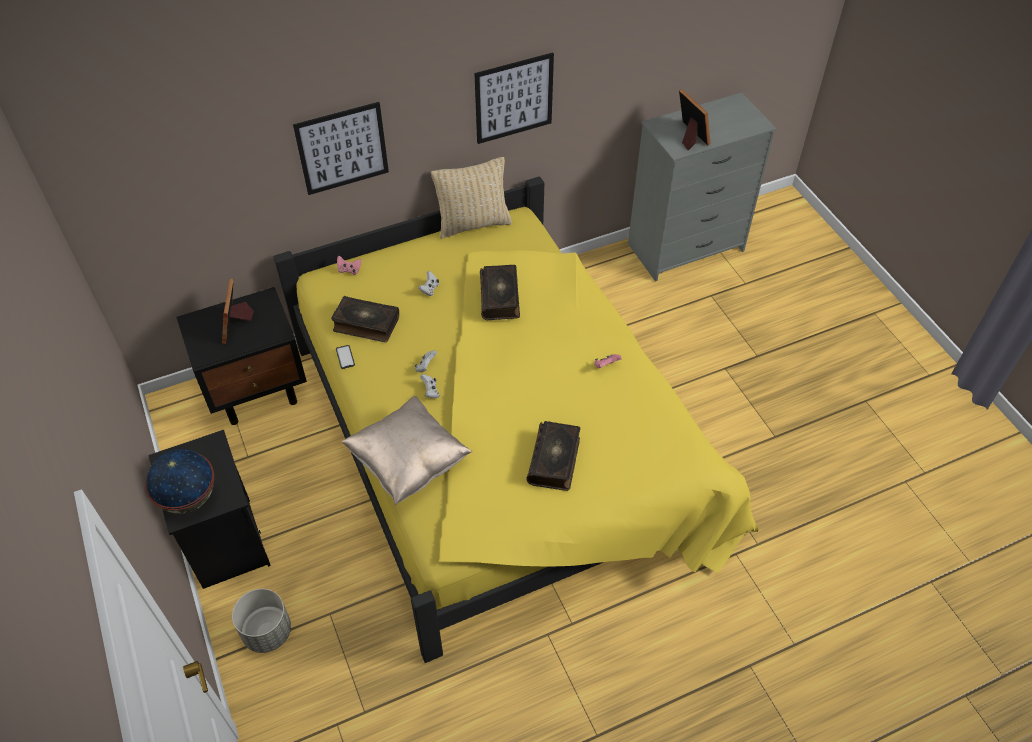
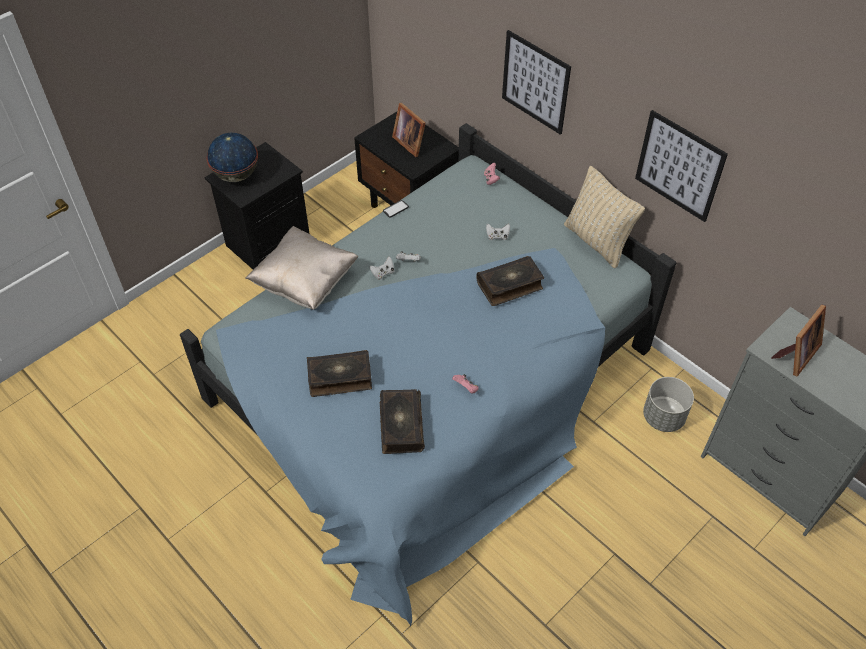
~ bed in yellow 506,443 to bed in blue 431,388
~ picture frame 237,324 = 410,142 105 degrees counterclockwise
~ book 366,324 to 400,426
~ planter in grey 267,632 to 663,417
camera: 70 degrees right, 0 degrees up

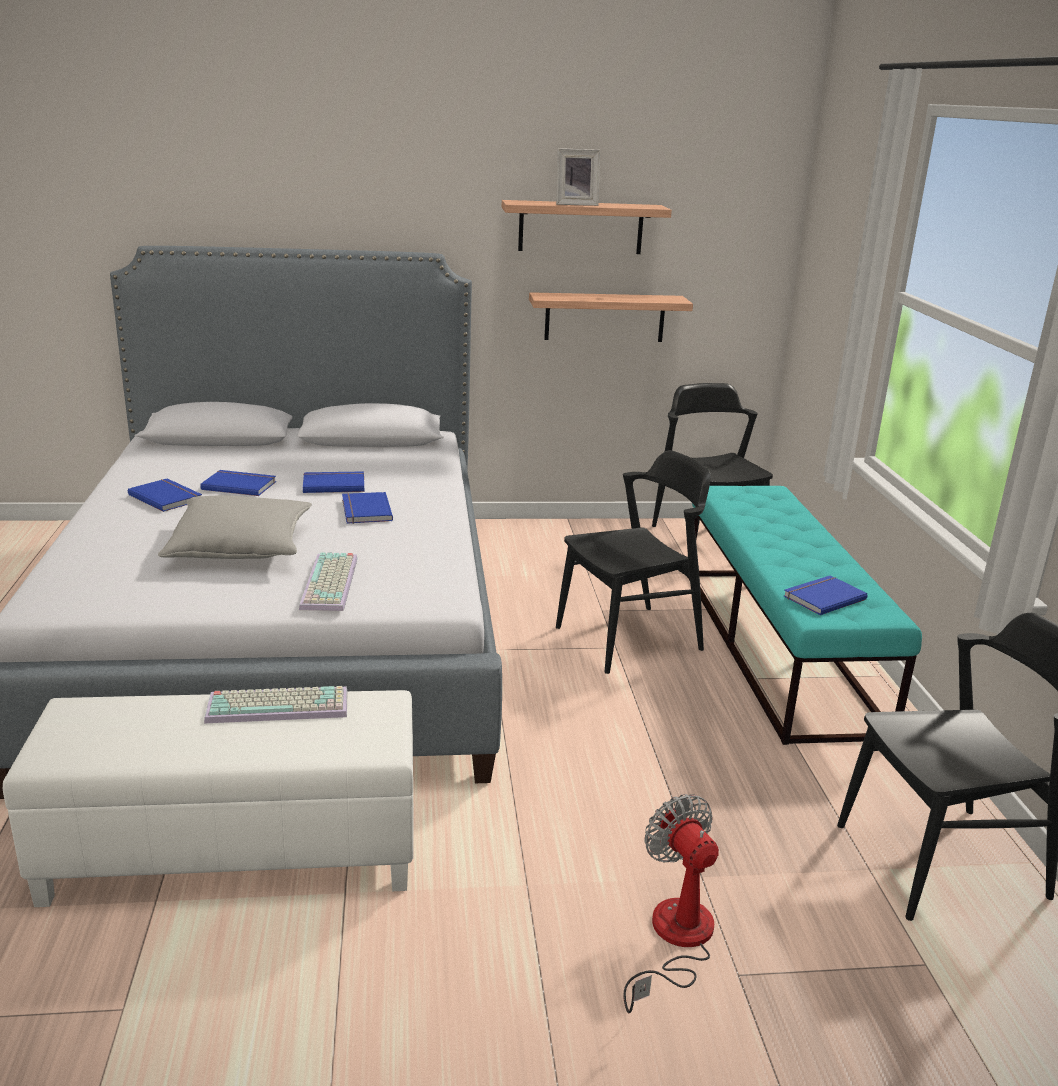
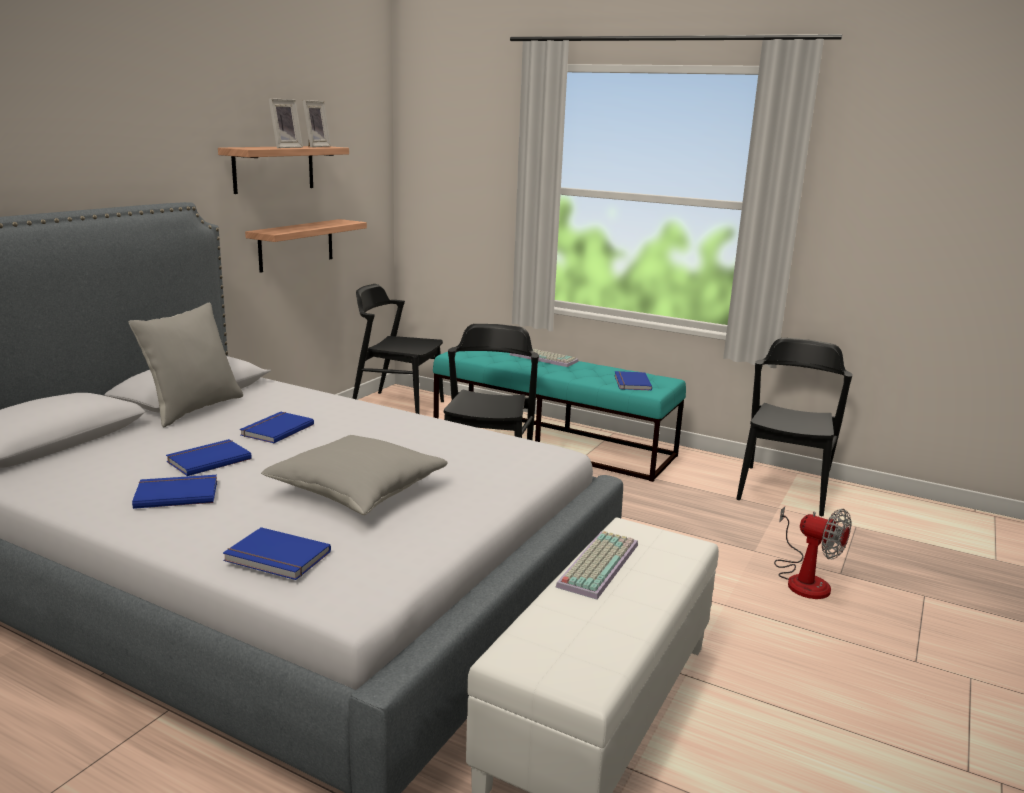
~ book in blue 364,510 to 276,558
~ keyboard 331,583 to 545,358
~ fan 674,940 = 803,579 150 degrees counterclockwise
+ picture frame 314,146
+ pillow in grey 193,409
camera: 55 degrees left, 5 degrees down

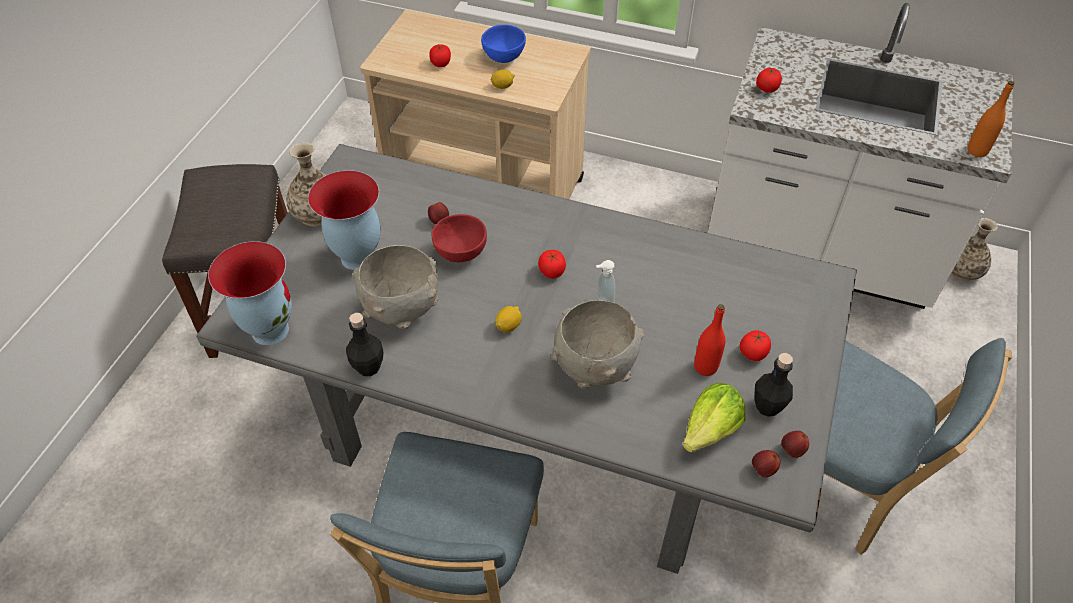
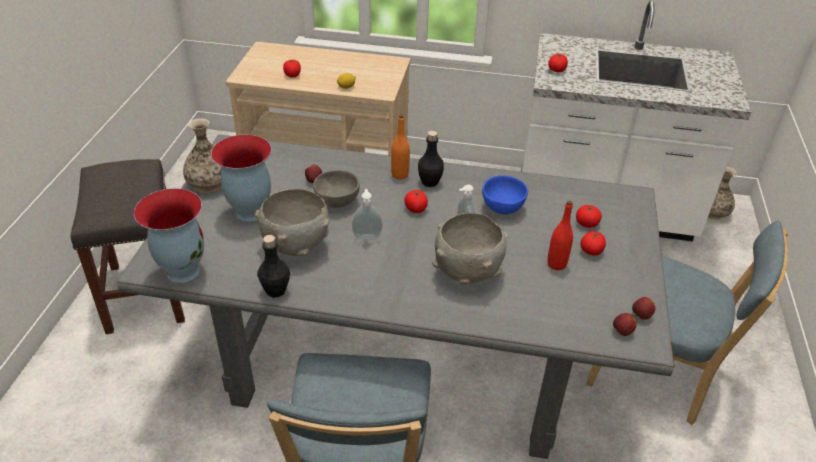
~ bowl in blue 503,57 to 502,208
~ bottle in orange 977,151 to 400,175
~ bowl in red 460,252 to bowl in grey 336,201
- lemon 508,326
~ bottle in black 767,406 to 430,182
- lettuce 710,430
+ soap dispenser 367,236
+ tomato 586,224
camera: 10 degrees left, 10 degrees down

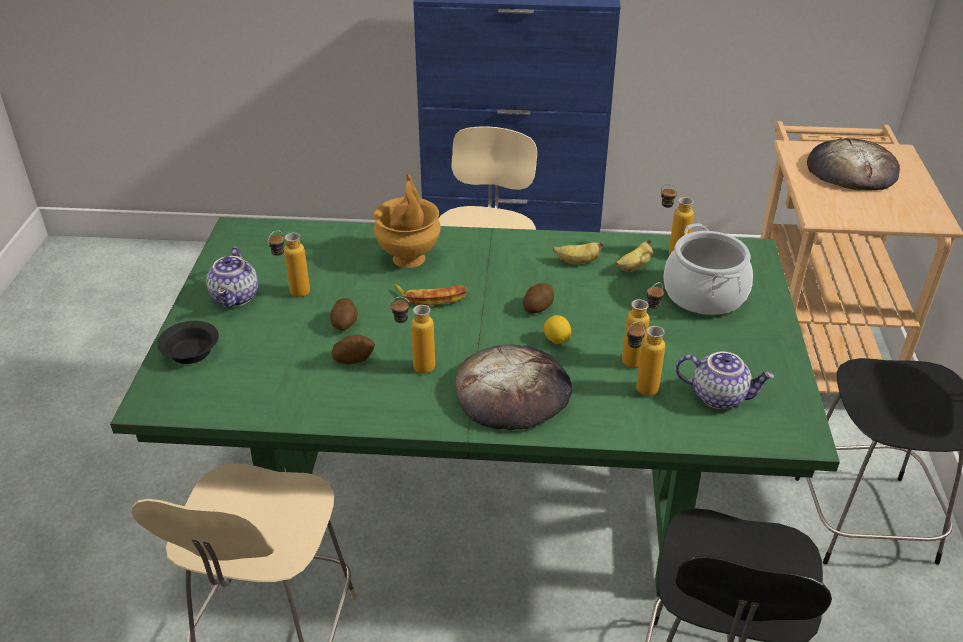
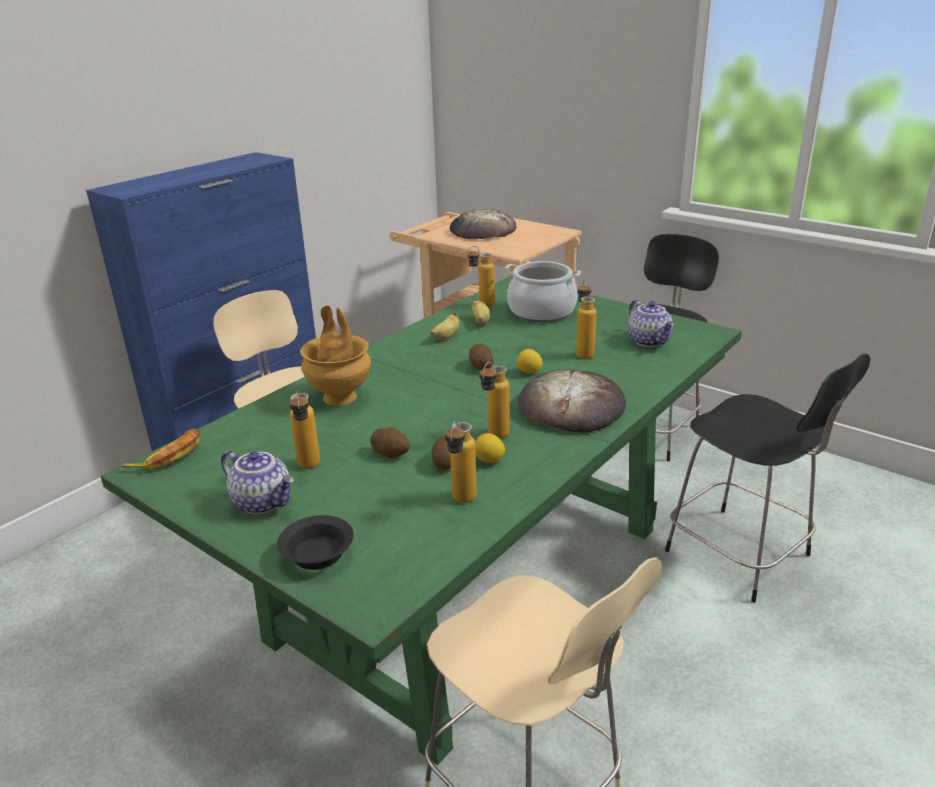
~ banana 432,297 to 169,455
~ bottle 638,391 to 461,503
~ teapot 719,396 = 650,341 105 degrees clockwise
+ lemon 489,461
camera: 55 degrees left, 10 degrees down

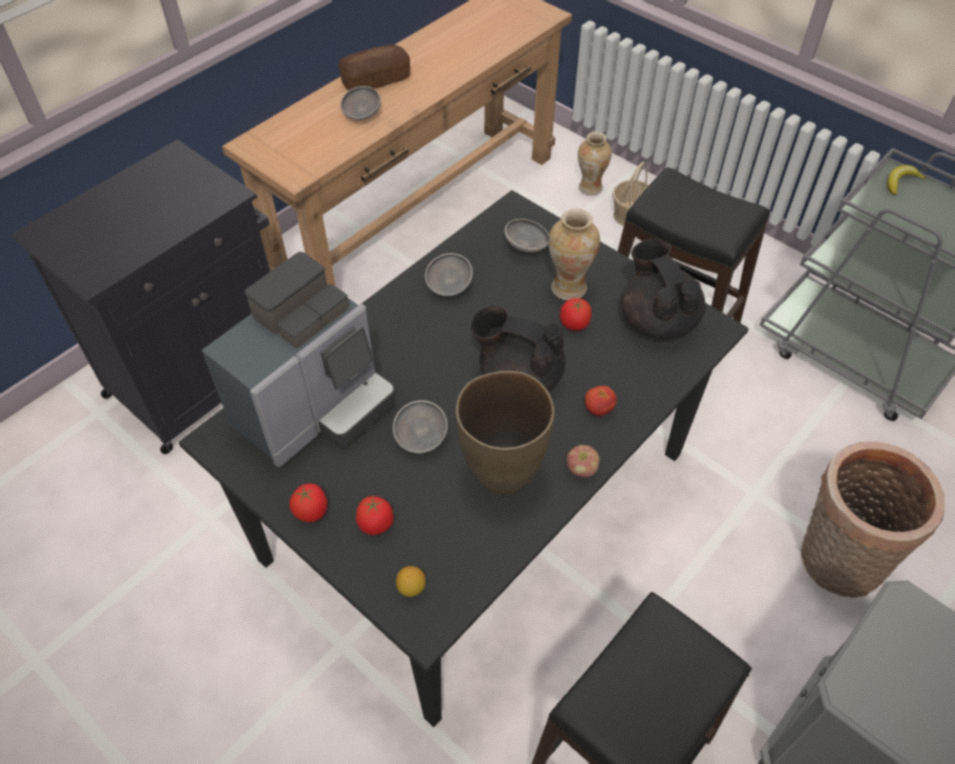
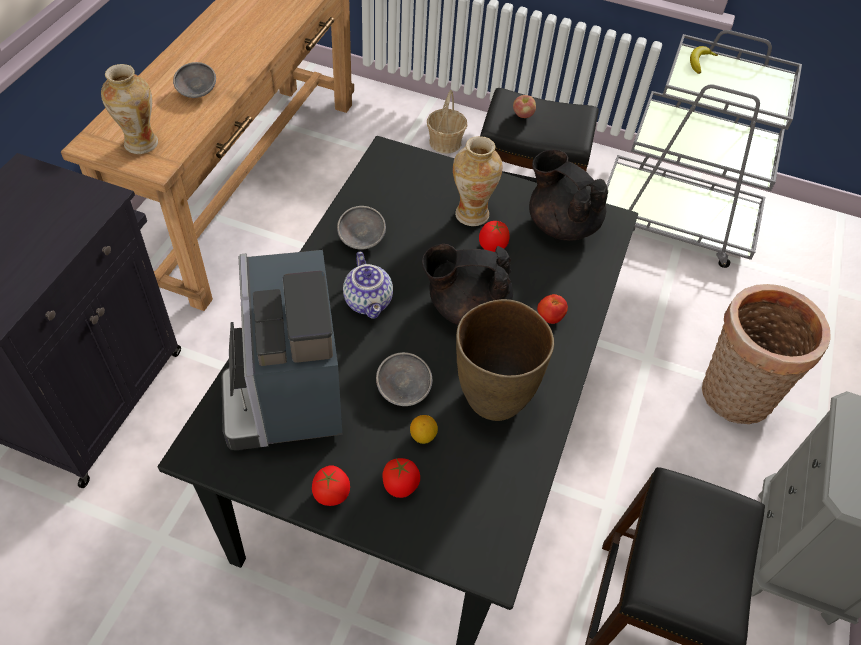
- bread 376,80
~ vase 590,188 to 140,144
- bowl in grey 527,246
~ coffee machine 316,408 = 287,391 150 degrees clockwise
~ apple 581,469 to 523,115
~ lemon 411,588 to 423,436
+ teapot 369,302
camera: 25 degrees left, 0 degrees up

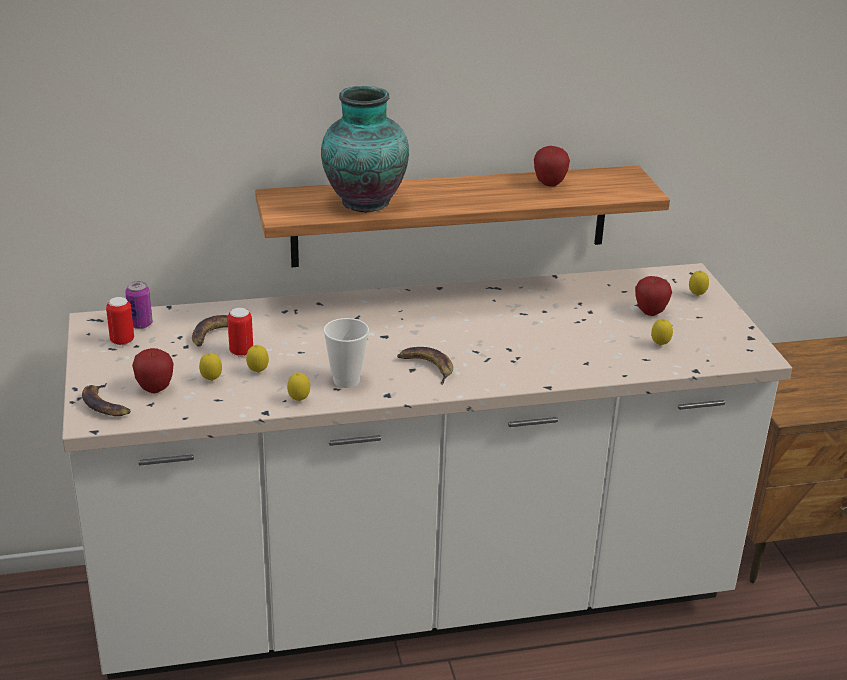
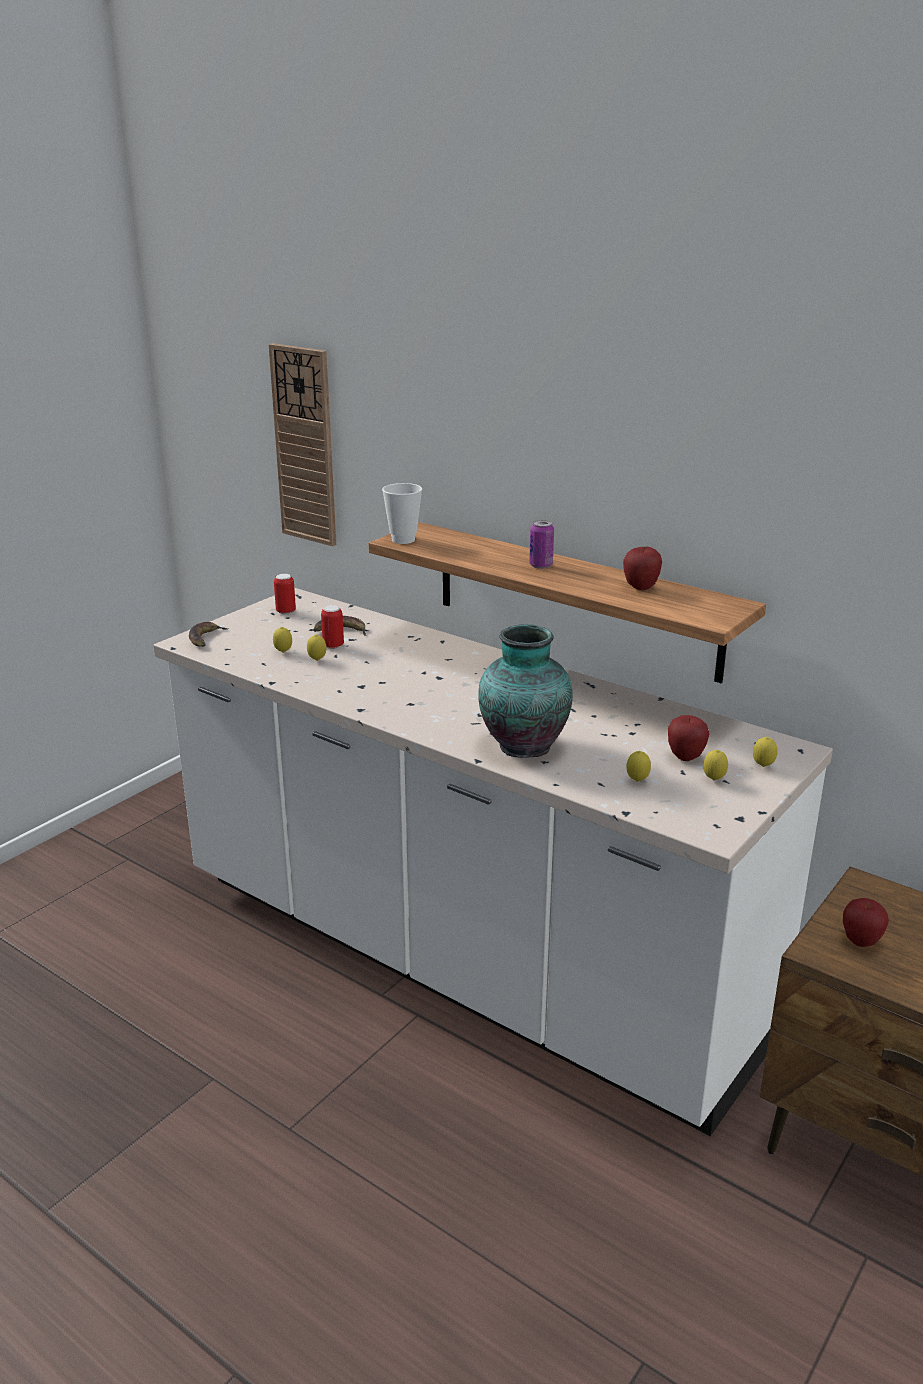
~ vase 363,202 to 522,745
~ can 140,324 to 541,565
~ cup 346,380 to 403,540
- banana 426,367
~ apple 155,388 to 861,941
~ lemon 299,400 to 714,780
+ wall clock 305,446
camera: 50 degrees right, 5 degrees down

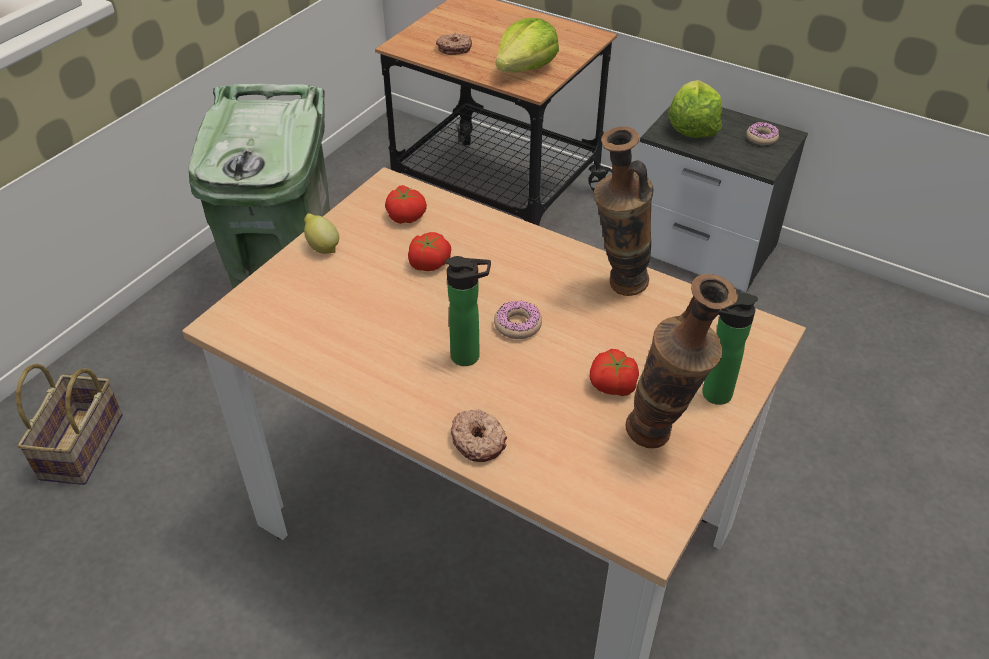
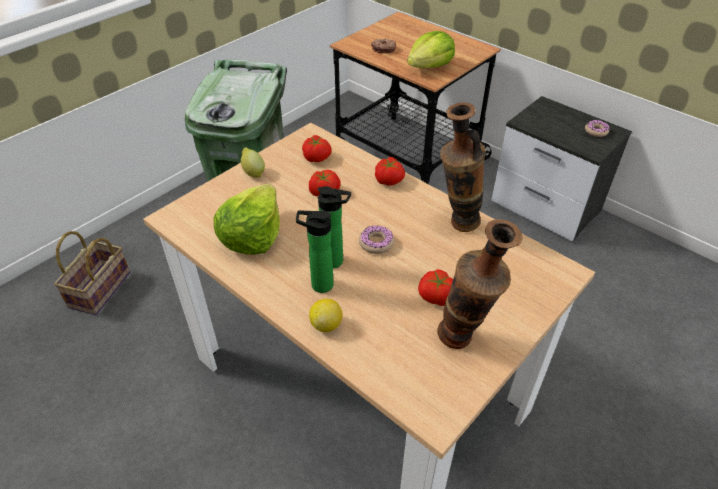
~ lettuce 692,126 to 252,236
~ bottle 712,394 to 318,285
~ donut 478,441 to lemon 326,325
+ tomato 389,180
camera: 10 degrees right, 0 degrees up

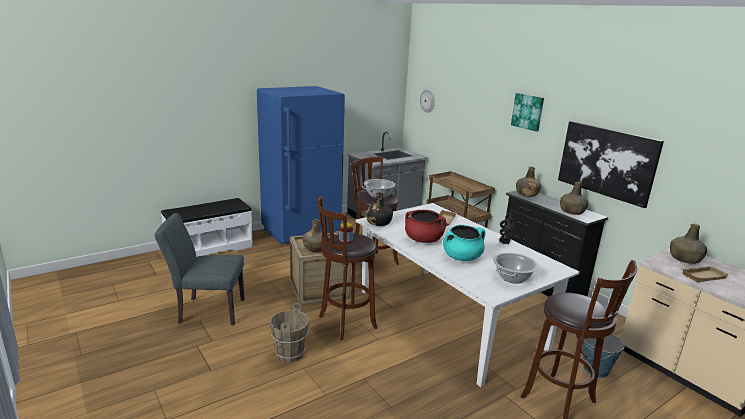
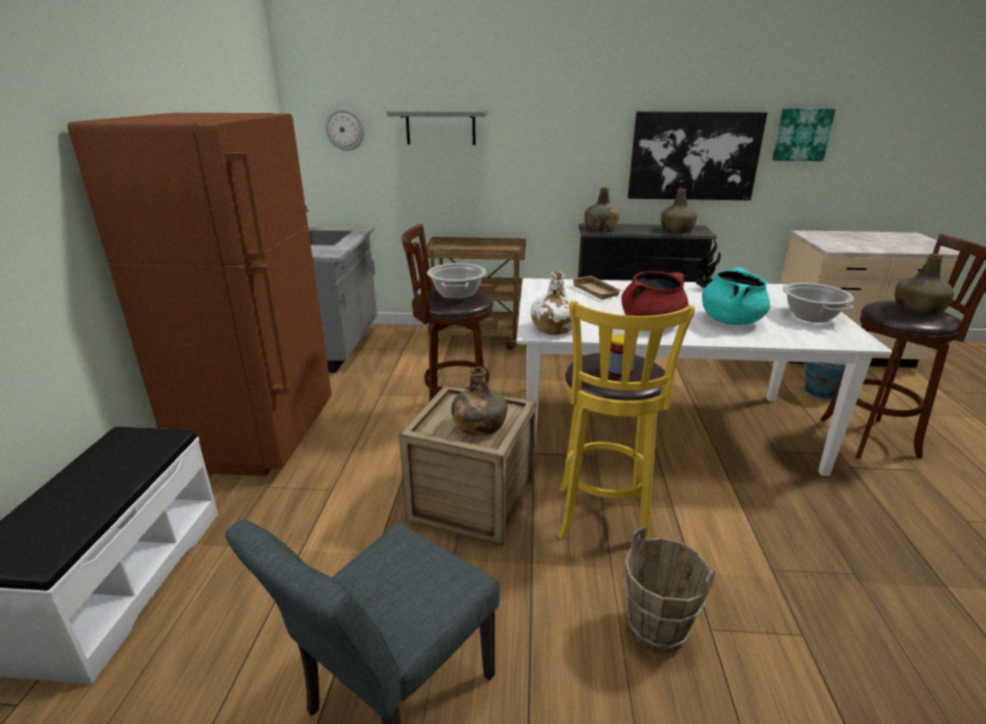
~ fridge in blue 301,233 to fridge in brown 261,436
~ picture 528,111 to 802,134
~ bottle in black 378,223 to bottle in white 554,329
~ stool in brown 344,323 to stool in yellow 603,519
~ bottle in green 685,259 to 918,309
- tray in beige 702,276
+ shelf in grey 440,127
camera: 50 degrees left, 5 degrees up

